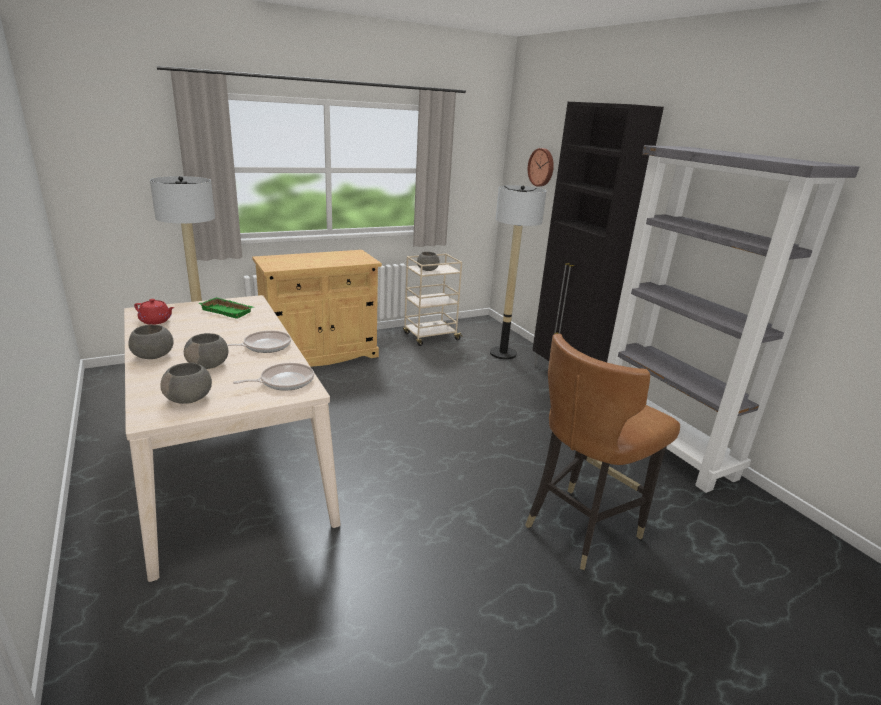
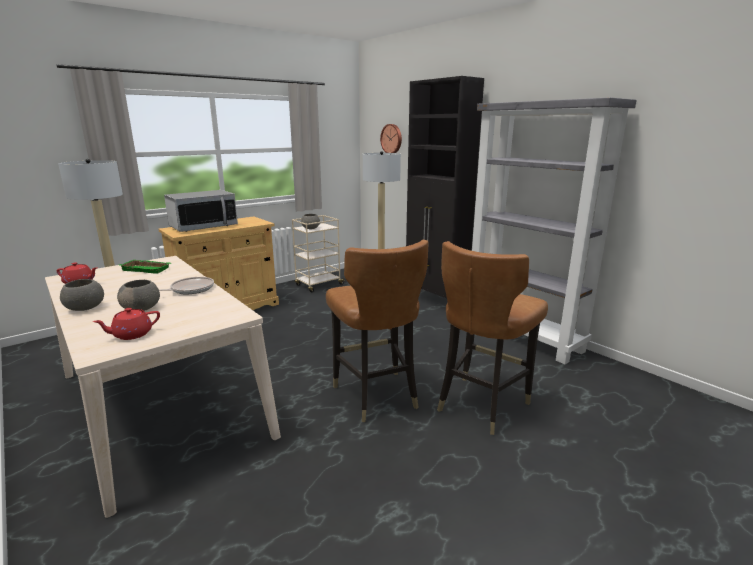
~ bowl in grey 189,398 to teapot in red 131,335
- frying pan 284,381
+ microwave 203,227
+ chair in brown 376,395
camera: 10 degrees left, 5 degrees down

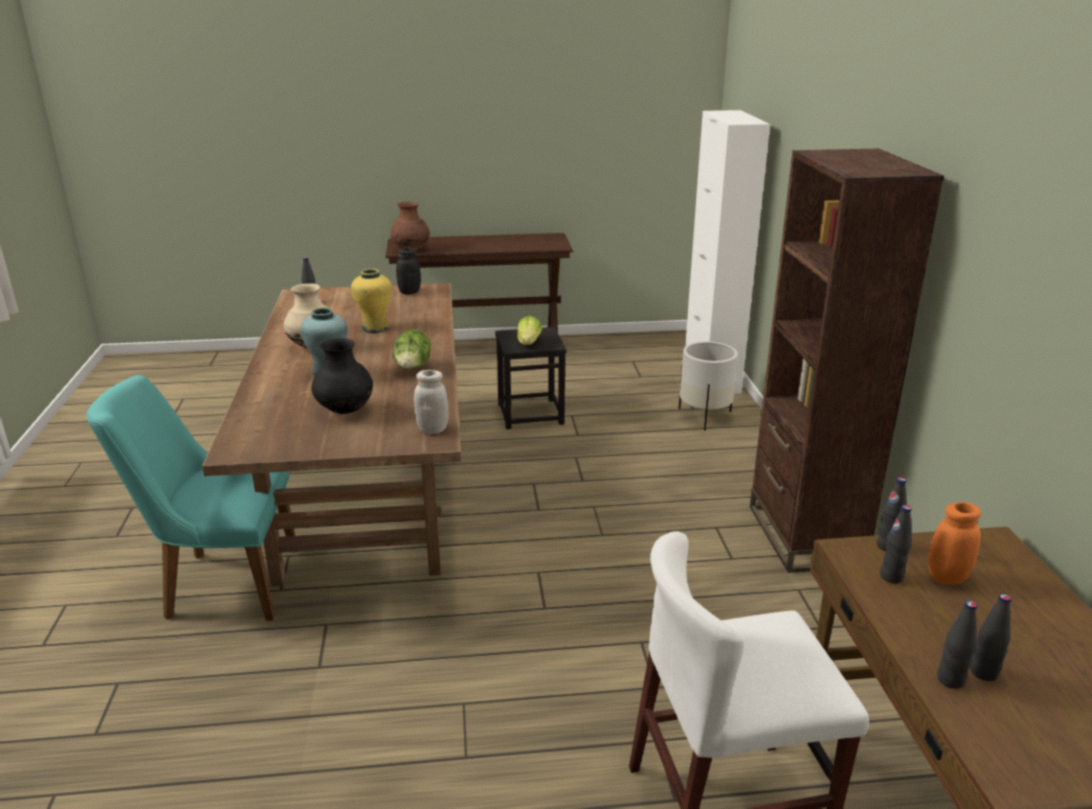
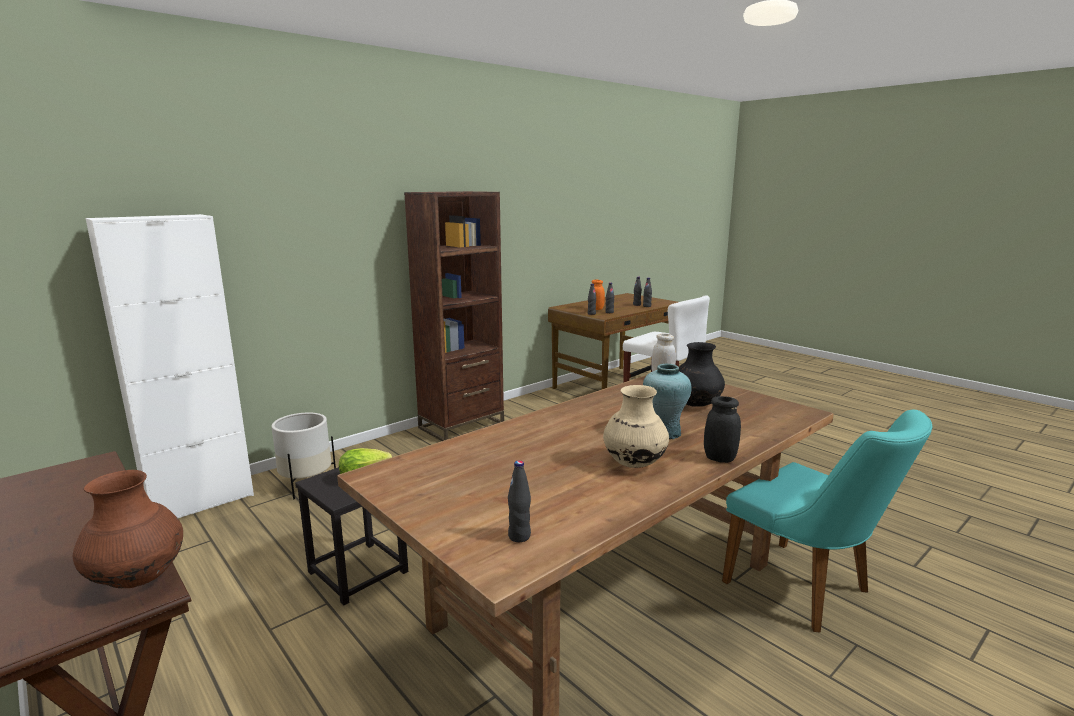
~ jar in black 409,292 to 719,458
- vase in yellow 375,328
- lettuce 412,369
camera: 125 degrees left, 10 degrees down

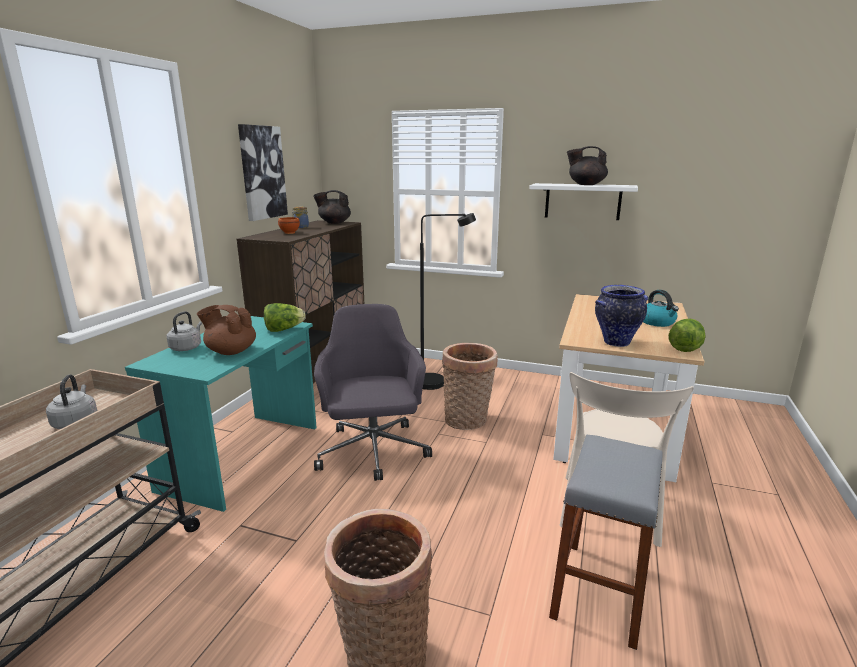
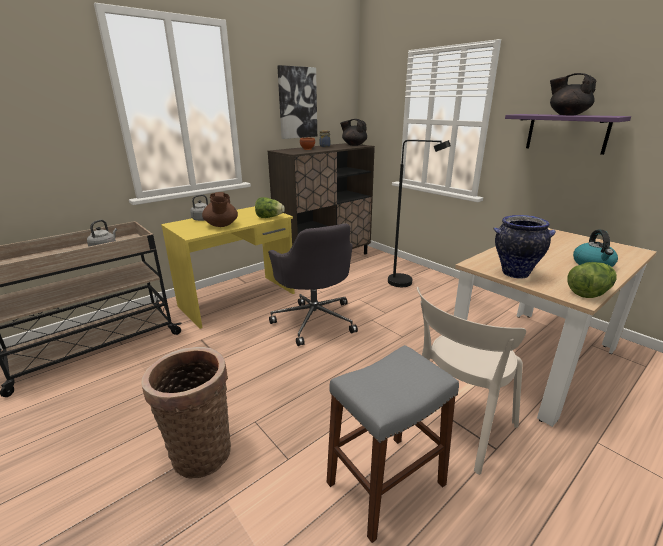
~ shelf in white 582,201 to shelf in purple 566,133
~ office chair in grey 373,452 = 314,319 135 degrees clockwise
~ teapot in brown 231,351 = 221,225 150 degrees counterclockwise
~ desk in turquoise 244,457 to desk in yellow 238,300
- basket 468,421
camera: 30 degrees right, 5 degrees up

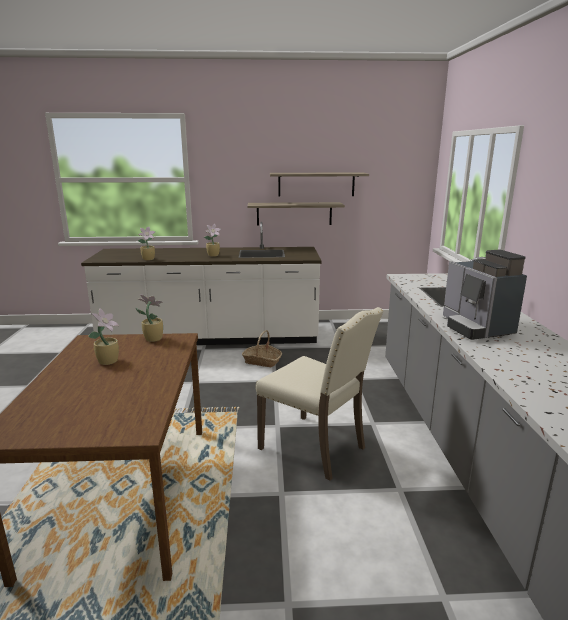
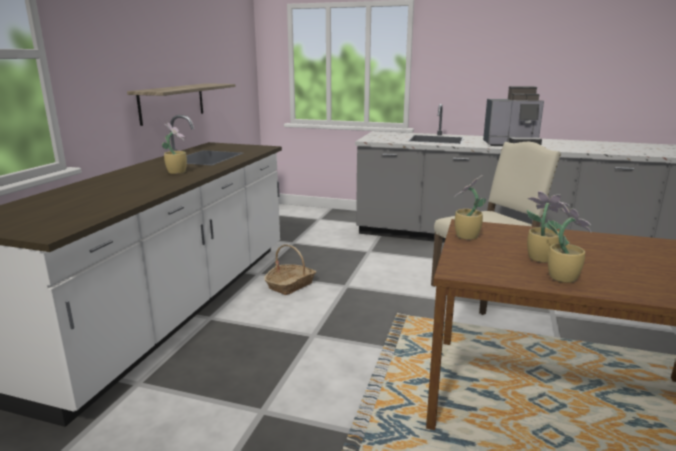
- shelf 316,184
~ potted plant 149,259 to 562,277
camera: 70 degrees left, 0 degrees up

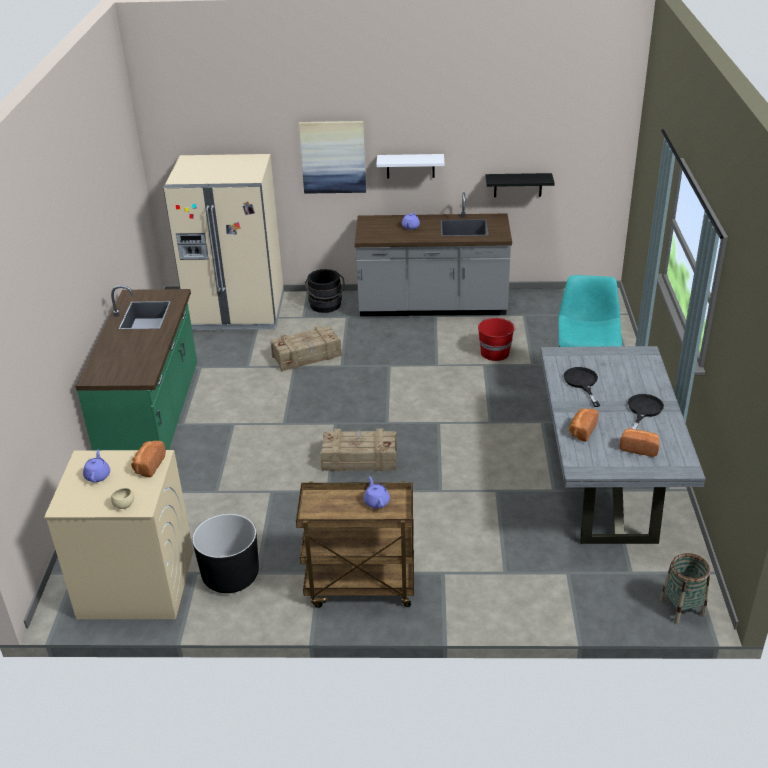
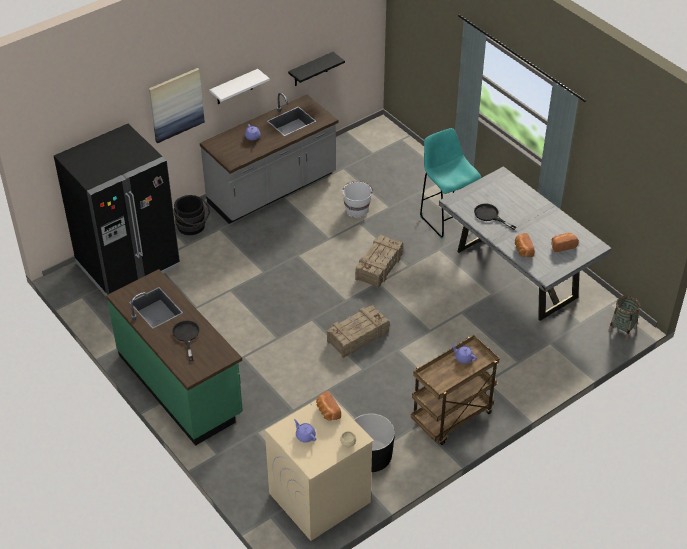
~ fridge in beige 237,312 to fridge in black 128,265
~ bucket in red 495,353 to bucket in white 357,209
~ crate 307,356 to 379,266
~ frying pan in black 643,411 to 186,336
camera: 40 degrees left, 10 degrees up

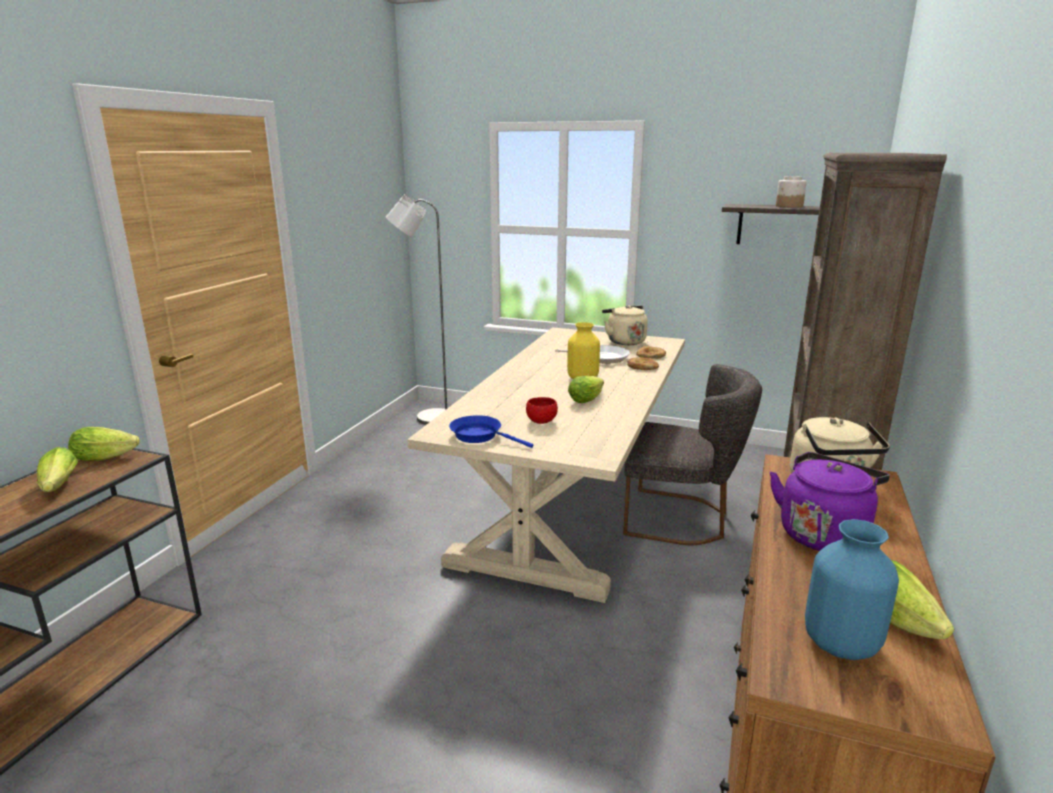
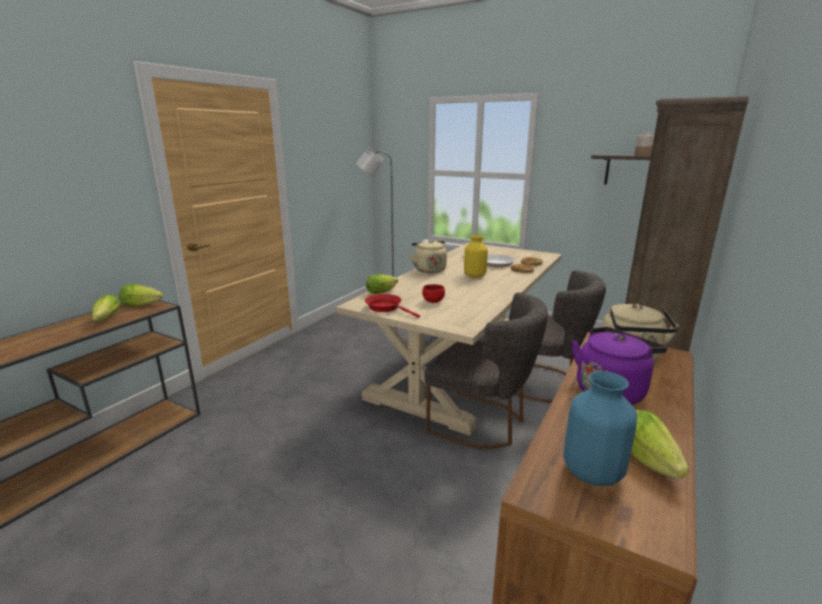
~ kettle in beige 624,341 to 429,269
~ lettuce 587,398 to 383,291
~ frying pan in blue 480,436 to frying pan in red 386,308
+ chair in grey 483,423
camera: 10 degrees right, 0 degrees up

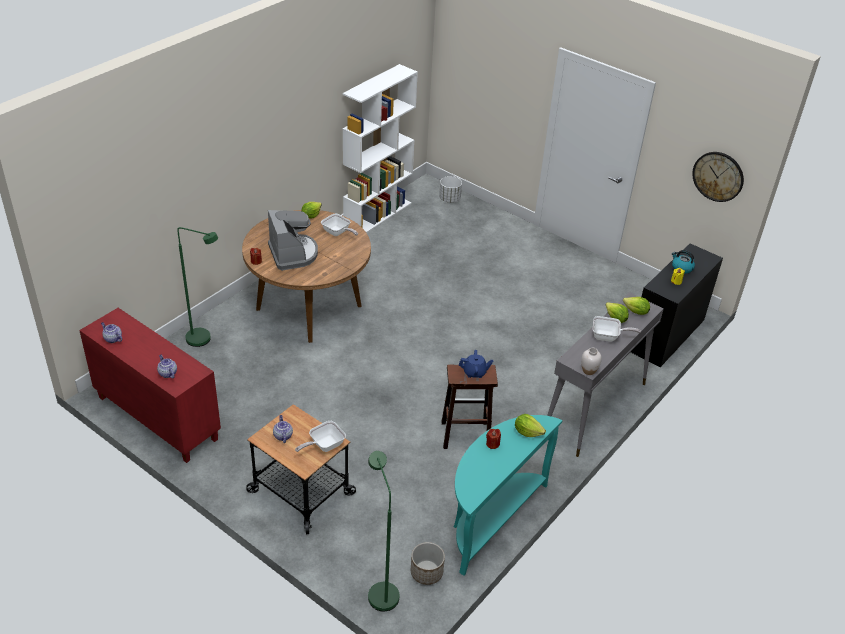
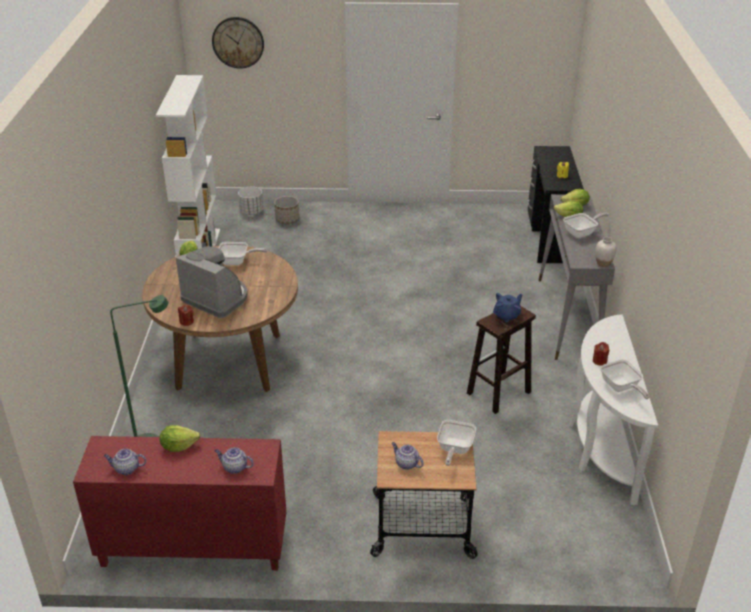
~ wall clock 718,176 to 238,42
- kettle 681,268
~ lettuce 527,432 to 178,446
~ console table in turquoise 491,518 to console table in white 599,446
- floor lamp in green 381,590
~ planter 426,572 to 287,219
+ frying pan 621,388
camera: 35 degrees left, 5 degrees down

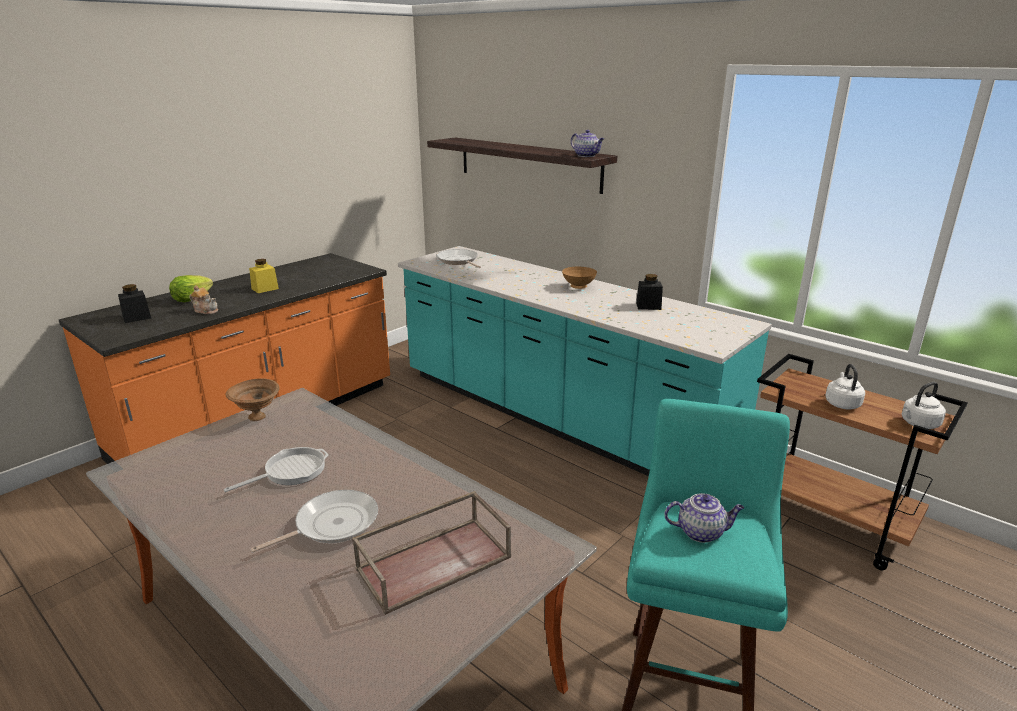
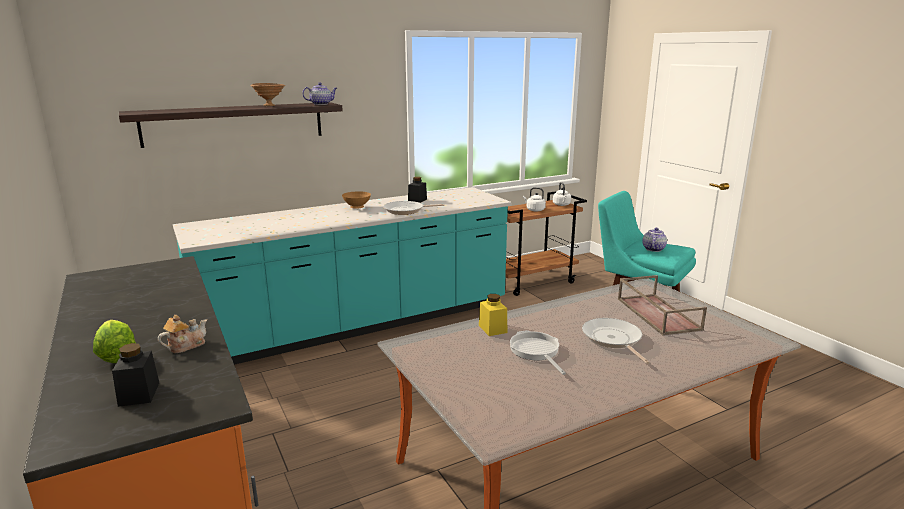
~ frying pan 458,261 to 406,210
~ jar in yellow 265,289 to 492,329
~ bowl in brown 258,417 to 270,106
camera: 70 degrees left, 5 degrees down

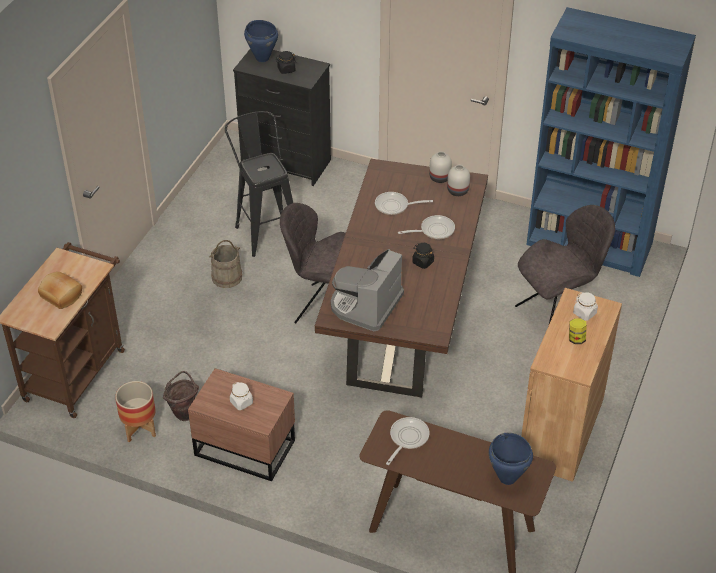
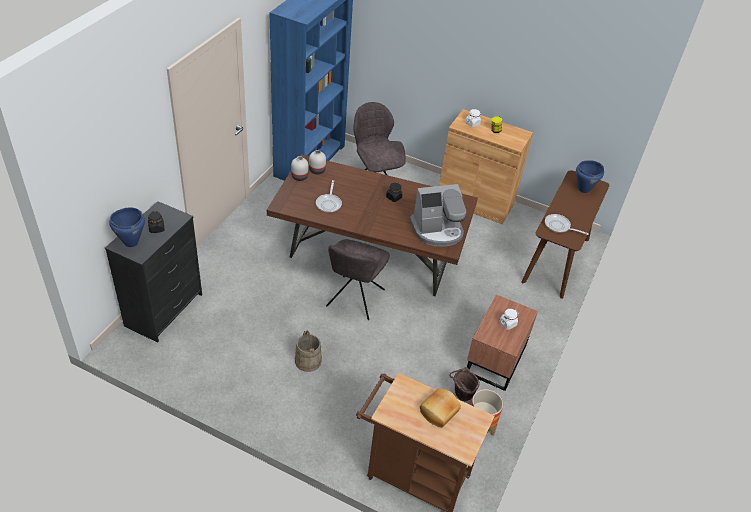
- stool in black 265,230
- frying pan 434,230
~ coffee machine 366,305 = 437,230 45 degrees counterclockwise
camera: 90 degrees left, 0 degrees up

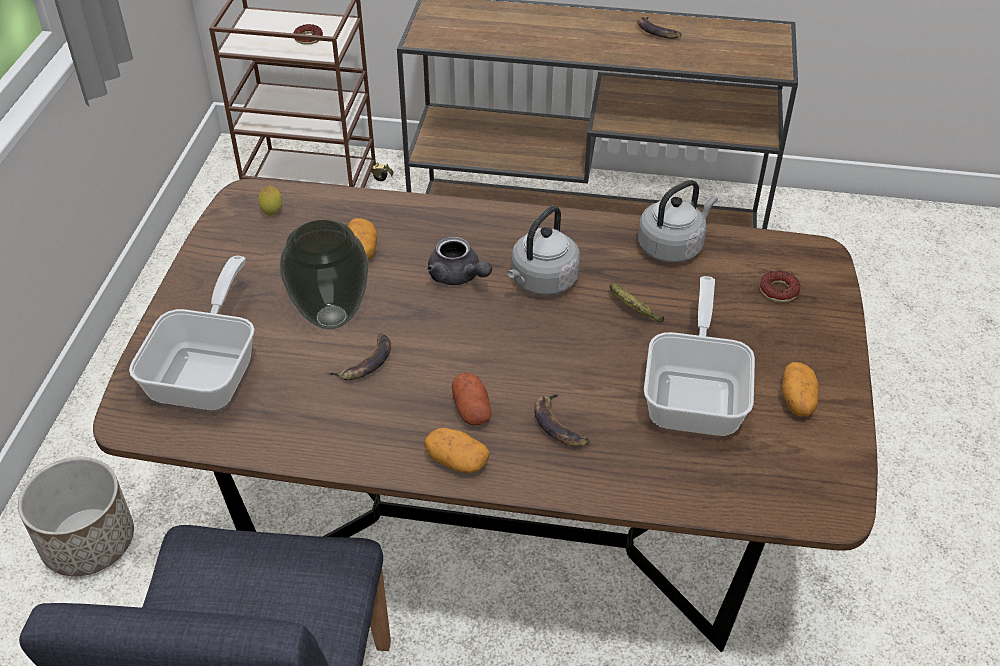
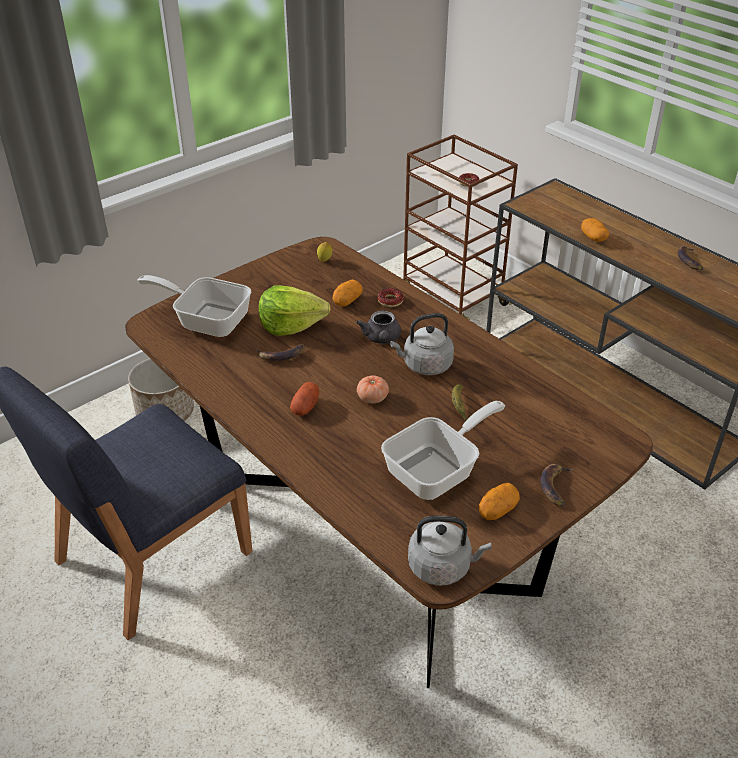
~ kettle in grey 673,246 to 442,567
~ vase 330,317 to lettuce 291,325
~ frying pan 210,370 = 207,320 120 degrees counterclockwise
~ donut 778,291 to 390,301
~ banana 559,425 to 555,487
~ potato 456,461 to 593,237
+ tomato 372,398
camera: 40 degrees right, 5 degrees down

